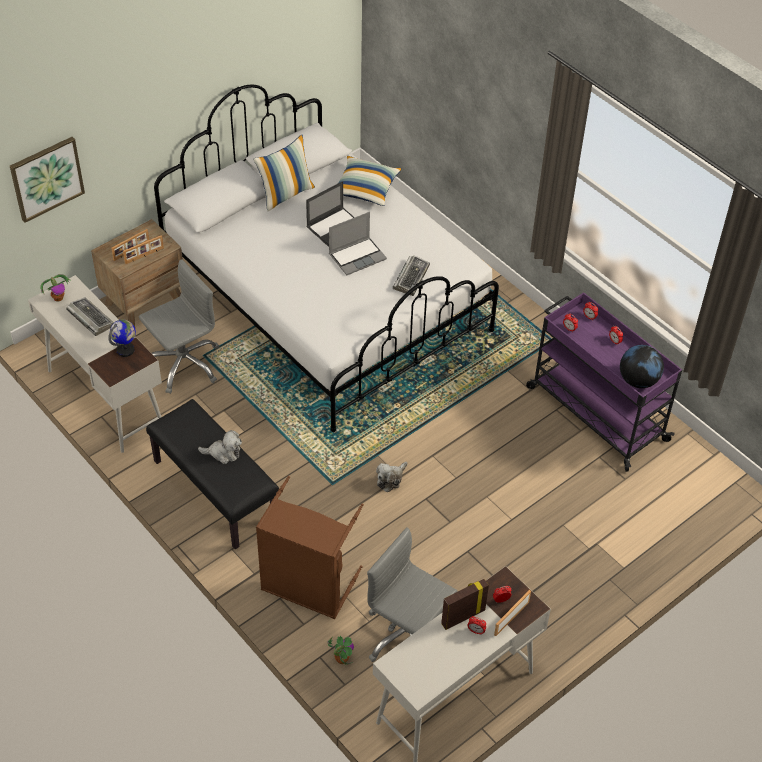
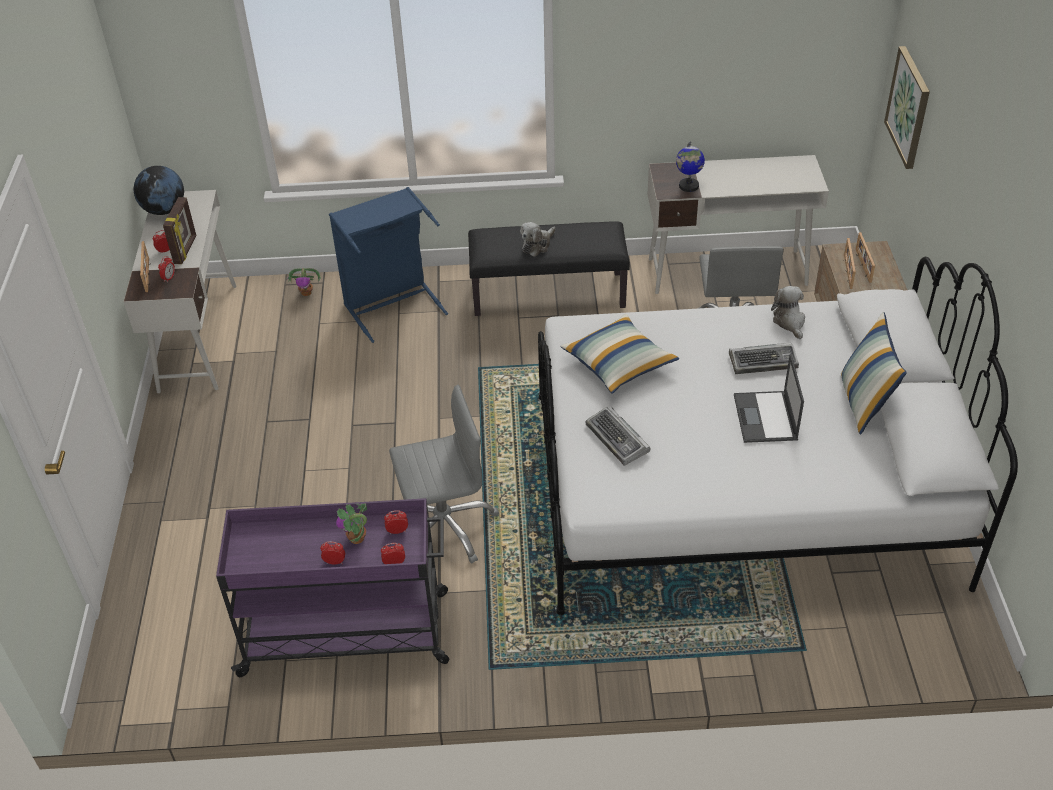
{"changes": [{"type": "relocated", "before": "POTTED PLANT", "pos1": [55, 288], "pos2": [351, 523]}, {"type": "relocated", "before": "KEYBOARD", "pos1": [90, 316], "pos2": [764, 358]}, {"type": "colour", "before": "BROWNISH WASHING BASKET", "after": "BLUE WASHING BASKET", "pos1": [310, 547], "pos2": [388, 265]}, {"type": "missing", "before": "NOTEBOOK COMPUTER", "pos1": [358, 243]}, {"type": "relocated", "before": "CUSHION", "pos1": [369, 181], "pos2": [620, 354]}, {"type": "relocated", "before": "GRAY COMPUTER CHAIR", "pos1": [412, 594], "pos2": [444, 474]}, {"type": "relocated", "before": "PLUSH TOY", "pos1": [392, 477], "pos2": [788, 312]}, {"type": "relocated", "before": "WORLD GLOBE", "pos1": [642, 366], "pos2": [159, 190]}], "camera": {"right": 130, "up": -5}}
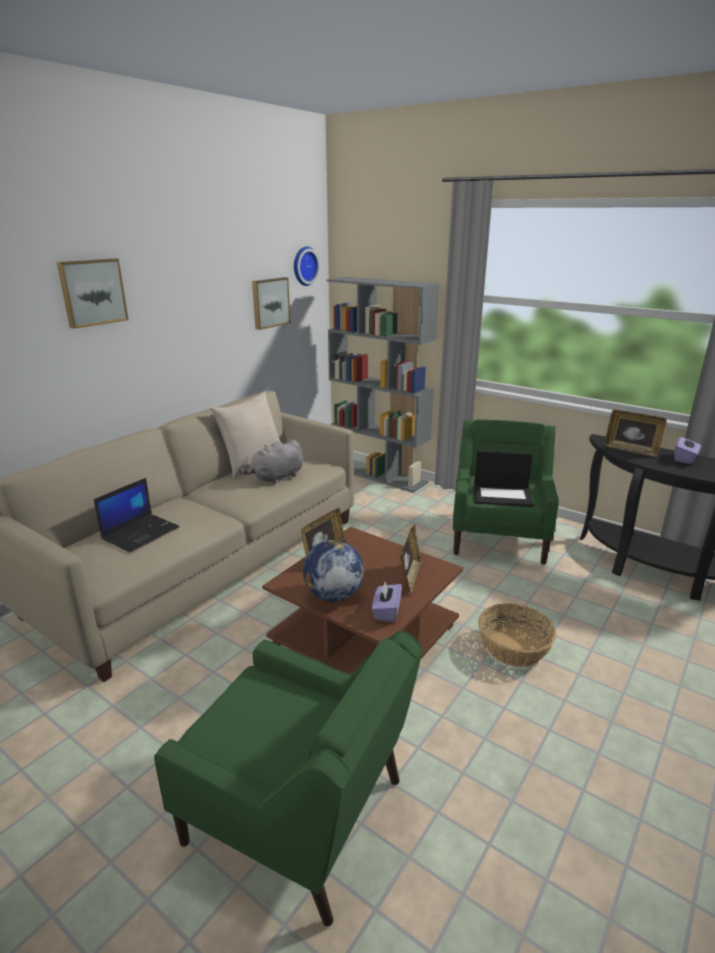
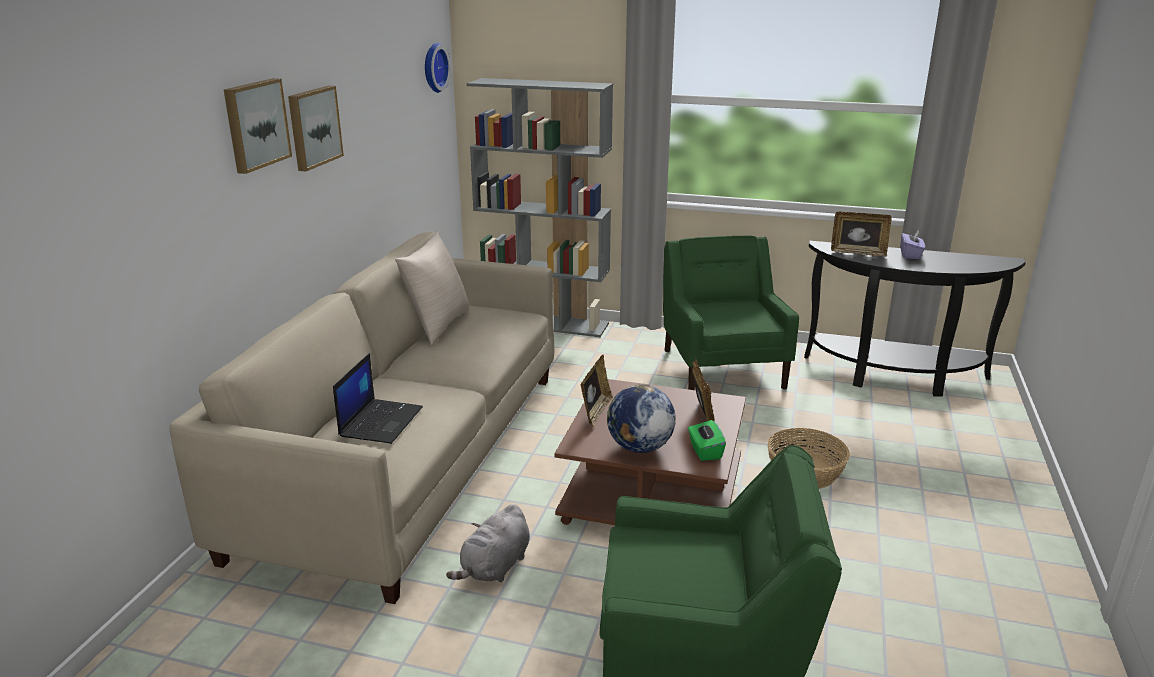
{"changes": [{"type": "relocated", "before": "GRAY PLUSH TOY", "pos1": [271, 462], "pos2": [488, 543]}, {"type": "relocated", "before": "PICTURE", "pos1": [271, 303], "pos2": [316, 128]}, {"type": "colour", "before": "PURPLE-COLOURED BOX OF TISSUES", "after": "GREEN BOX OF TISSUES", "pos1": [387, 601], "pos2": [707, 440]}, {"type": "missing", "before": "NOTEBOOK COMPUTER", "pos1": [504, 479]}], "camera": {"right": -20, "up": 0}}
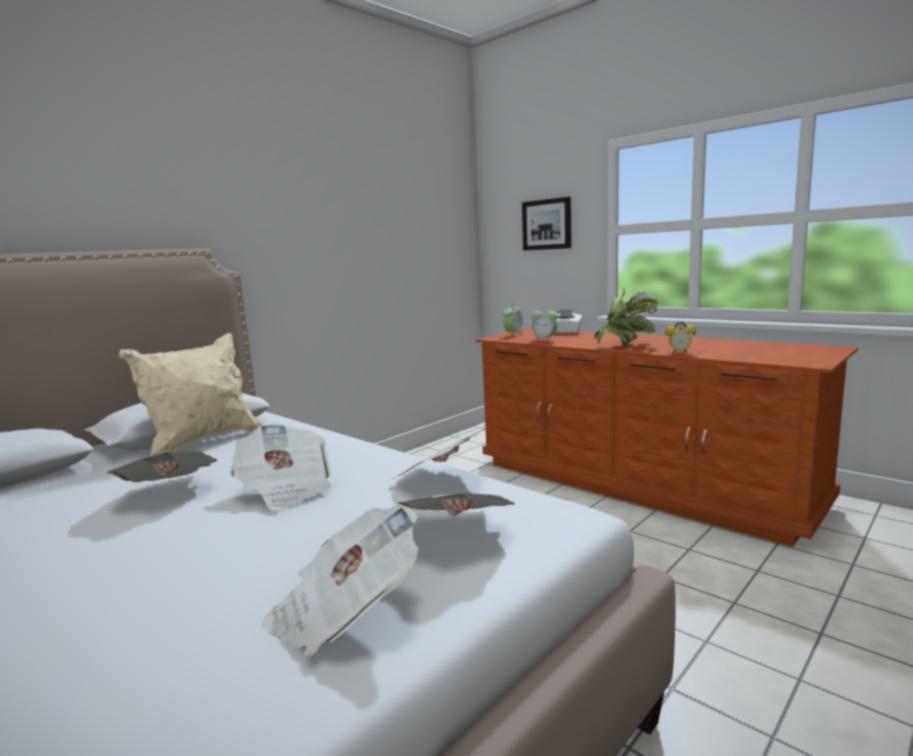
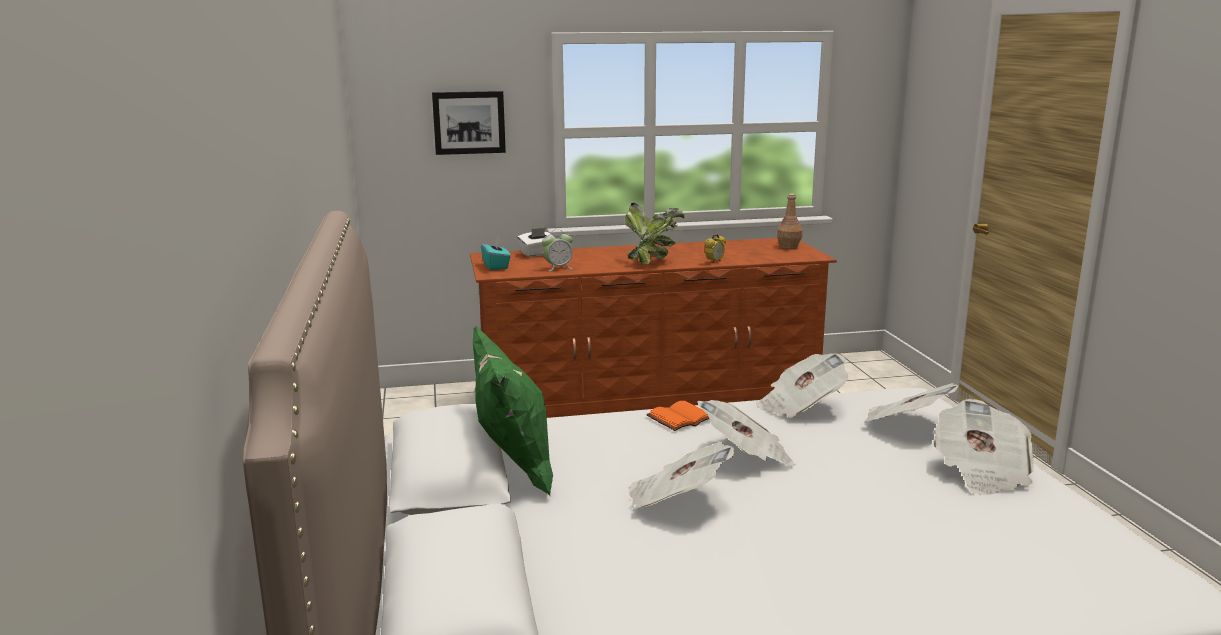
{"changes": [{"type": "colour", "before": "BEIGE-COLOURED CUSHION", "after": "GREEN CUSHION", "pos1": [190, 394], "pos2": [513, 411]}, {"type": "exchanged", "before": "TABLE CLOCK", "after": "TURQUOISE BOX OF TISSUES", "pos1": [513, 320], "pos2": [496, 254]}, {"type": "appeared", "after": "ORANGE VOLUME", "pos2": [677, 416]}, {"type": "appeared", "after": "BROWNISH DRINK BOTTLE", "pos2": [789, 221]}], "camera": {"right": -55, "up": 5}}
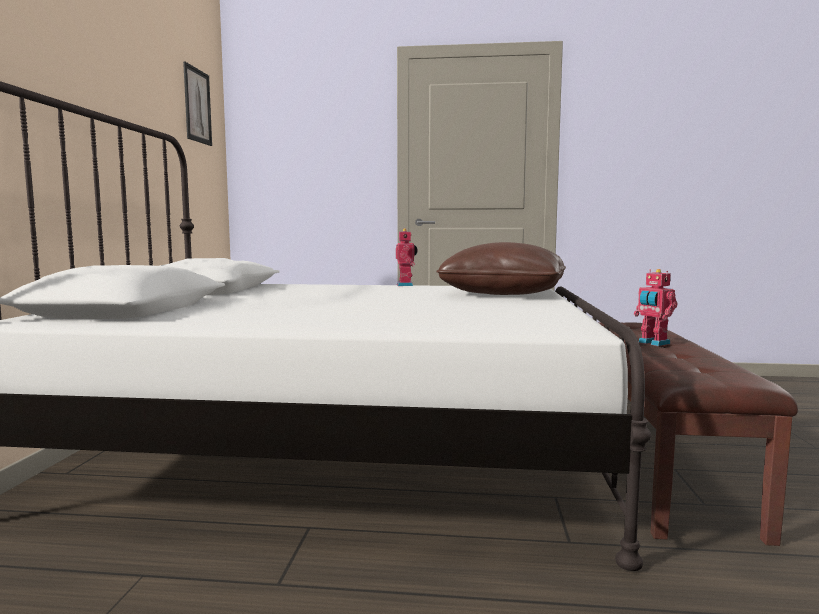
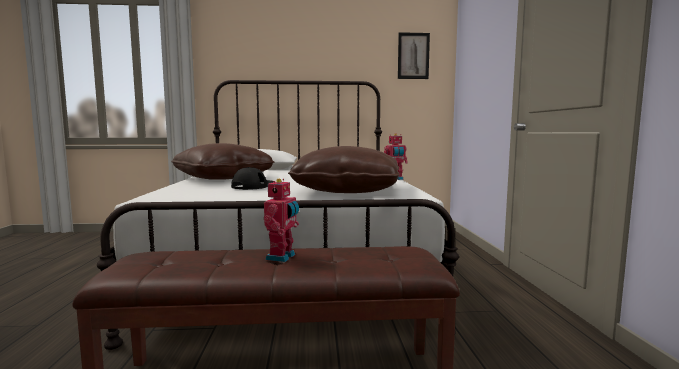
{"changes": [{"type": "spun", "before": "TOY ROBOT", "pos1": [655, 307], "pos2": [281, 220], "turn": 150}, {"type": "appeared", "after": "BROWNISH CUSHION", "pos2": [222, 161]}, {"type": "appeared", "after": "BLACK-COLOURED CAP", "pos2": [252, 178]}], "camera": {"right": 80, "up": 0}}
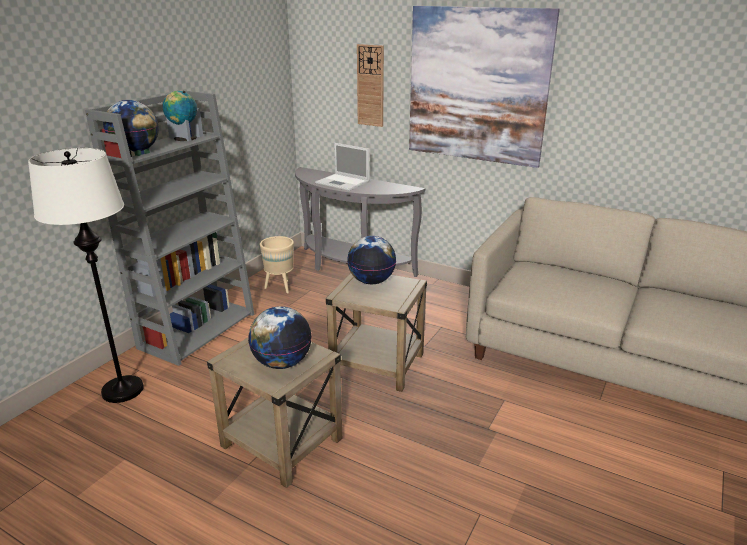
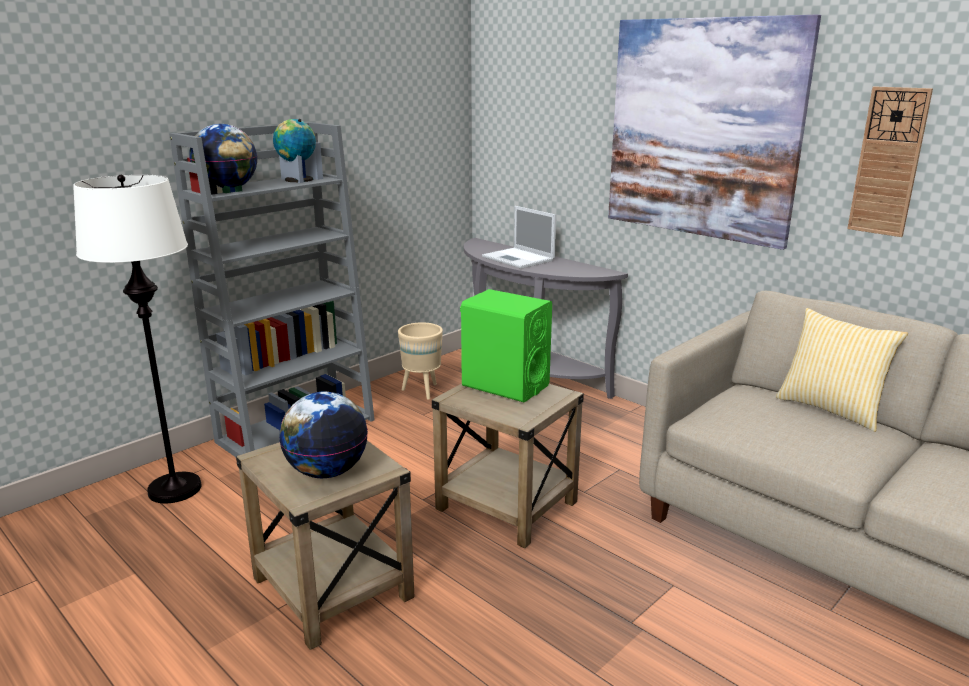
{"changes": [{"type": "exchanged", "before": "WORLD GLOBE", "after": "GREEN LOUDSPEAKER", "pos1": [371, 260], "pos2": [506, 346]}, {"type": "relocated", "before": "HANGING CLOCK", "pos1": [370, 85], "pos2": [890, 161]}, {"type": "appeared", "after": "CUSHION", "pos2": [842, 370]}], "camera": {"right": 15, "up": -5}}
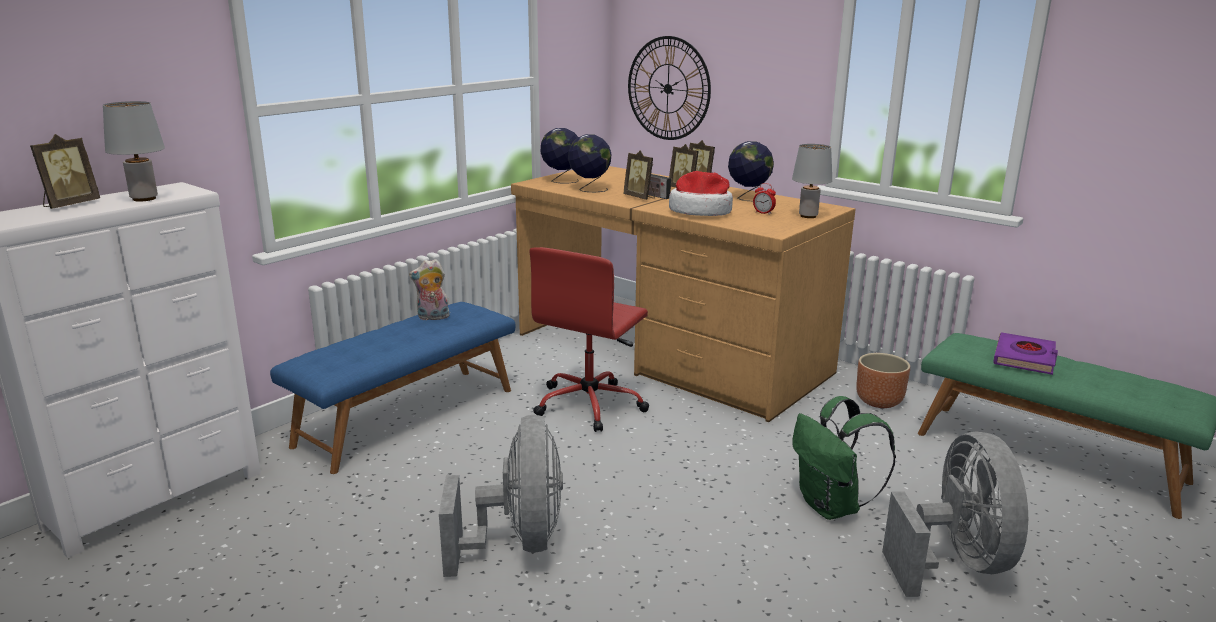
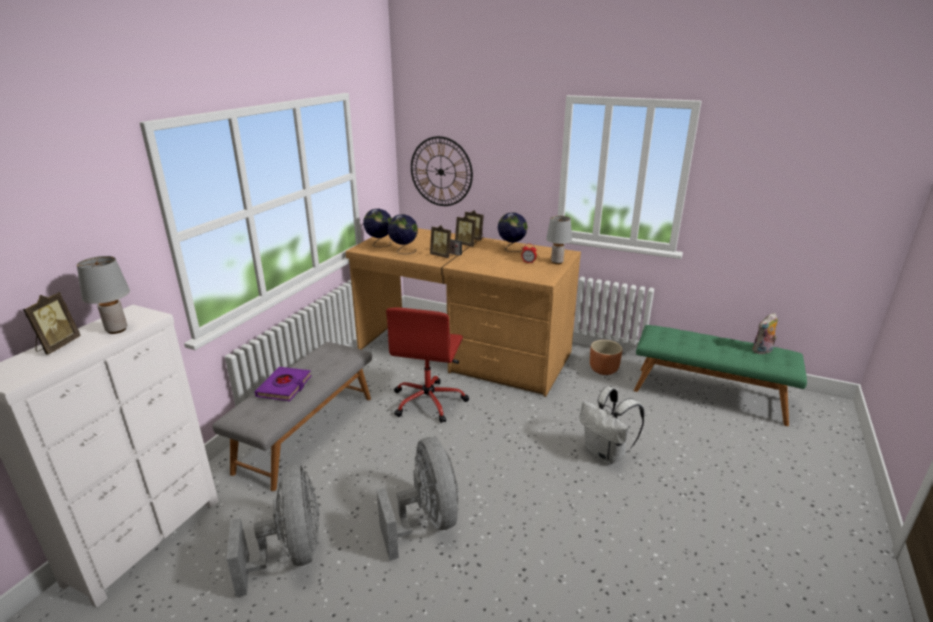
{"changes": [{"type": "colour", "before": "BLUE INDOOR BENCH", "after": "GRAY INDOOR BENCH", "pos1": [392, 388], "pos2": [292, 416]}, {"type": "relocated", "before": "PLUSH TOY", "pos1": [429, 289], "pos2": [765, 333]}, {"type": "missing", "before": "HAT", "pos1": [701, 193]}, {"type": "colour", "before": "GREEN RUCKSACK", "after": "WHITISH RUCKSACK", "pos1": [844, 458], "pos2": [612, 426]}, {"type": "relocated", "before": "GRAY ELECTRIC FAN", "pos1": [955, 514], "pos2": [273, 530]}, {"type": "relocated", "before": "PURPLE-COLOURED VOLUME", "pos1": [1025, 353], "pos2": [283, 384]}], "camera": {"right": -15, "up": 5}}
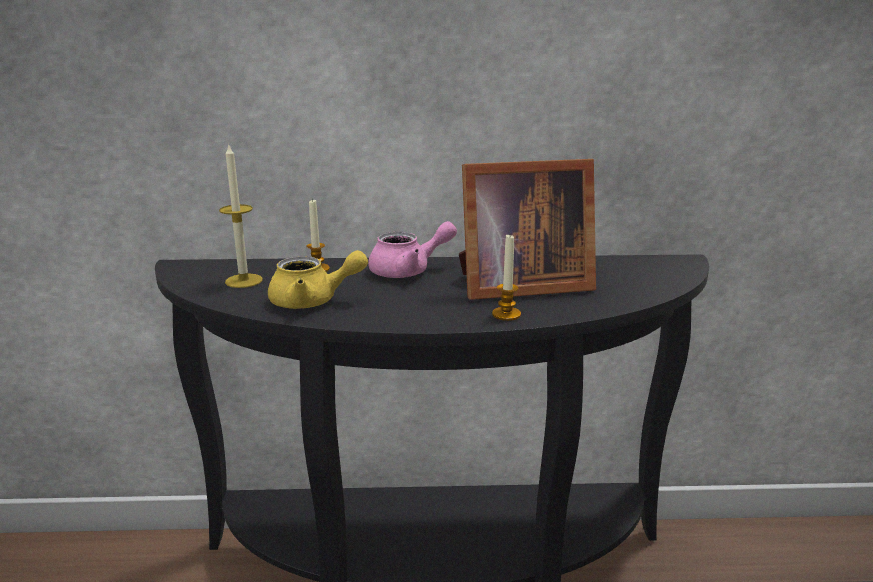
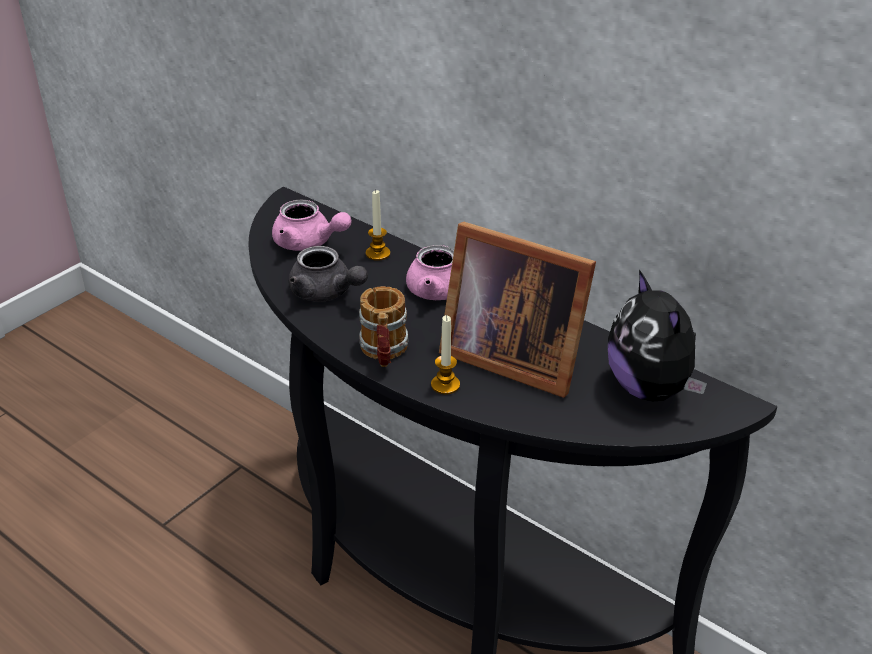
{"changes": [{"type": "exchanged", "before": "CANDLE", "after": "PINKISH TEAPOT", "pos1": [241, 215], "pos2": [312, 225]}, {"type": "colour", "before": "YELLOWISH TEAPOT", "after": "GRAY TEAPOT", "pos1": [318, 279], "pos2": [328, 274]}, {"type": "appeared", "after": "TEA MUG", "pos2": [384, 326]}, {"type": "appeared", "after": "PLUSH TOY", "pos2": [657, 335]}], "camera": {"right": 40, "up": 15}}
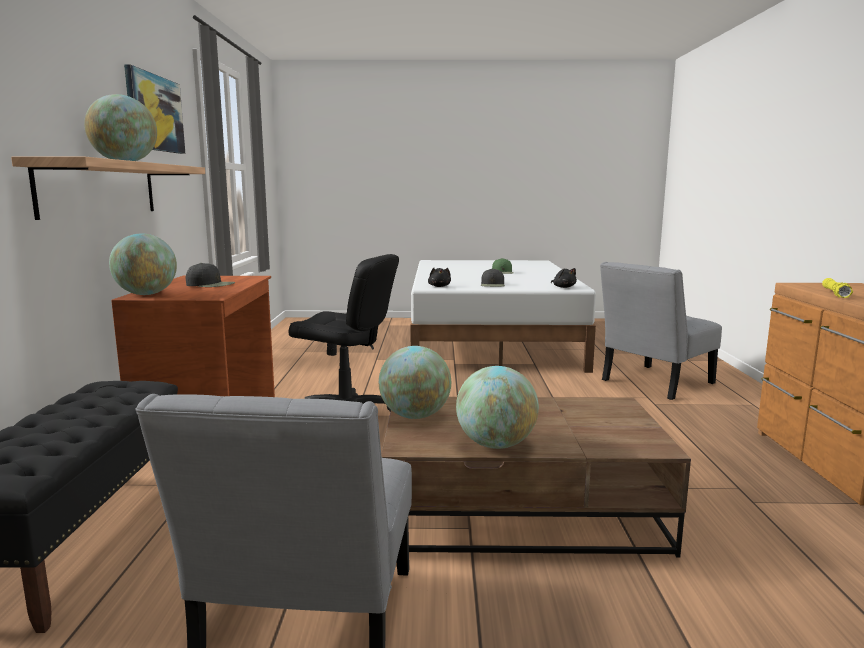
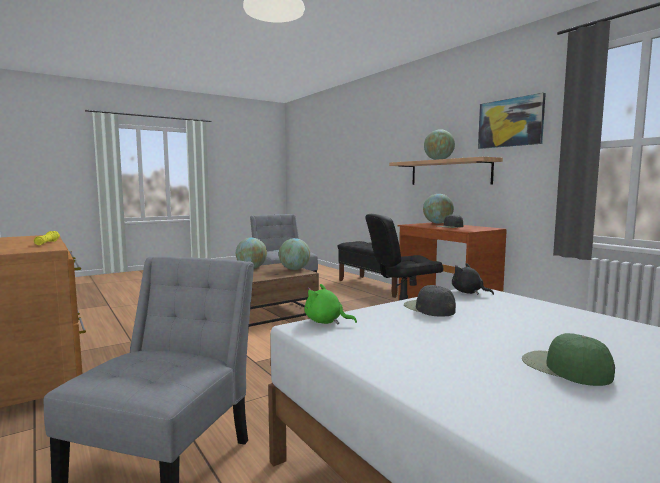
{"changes": [{"type": "colour", "before": "BLACK-COLOURED PLUSH TOY", "after": "GREEN PLUSH TOY", "pos1": [564, 278], "pos2": [330, 304]}], "camera": {"right": 145, "up": -5}}
